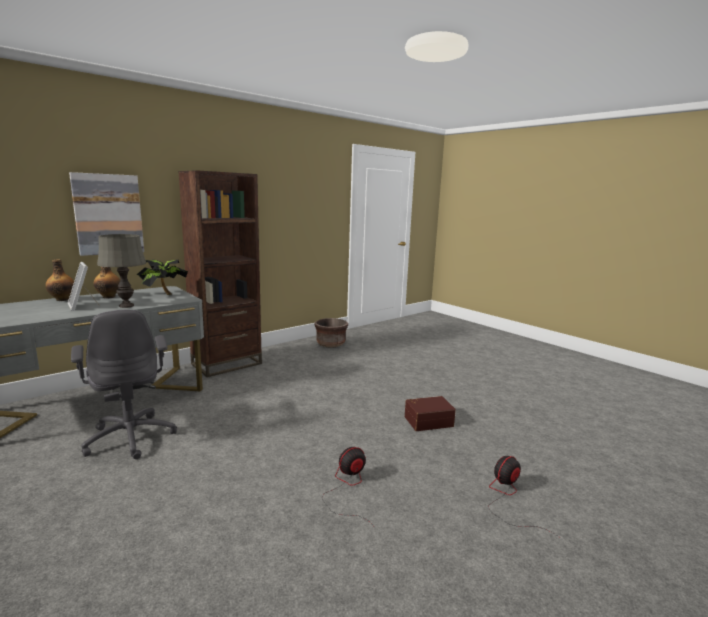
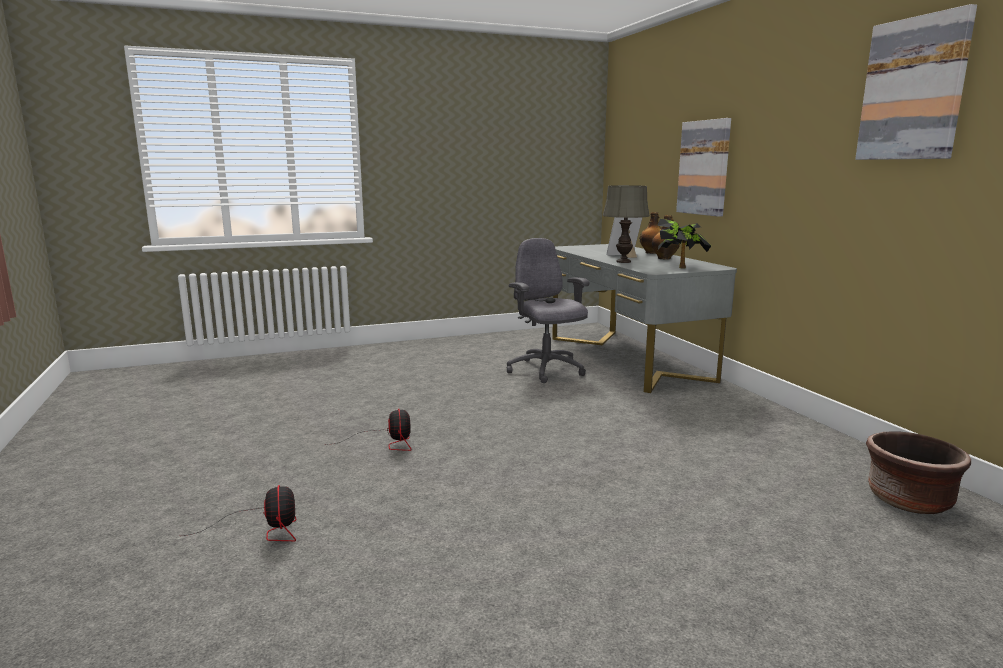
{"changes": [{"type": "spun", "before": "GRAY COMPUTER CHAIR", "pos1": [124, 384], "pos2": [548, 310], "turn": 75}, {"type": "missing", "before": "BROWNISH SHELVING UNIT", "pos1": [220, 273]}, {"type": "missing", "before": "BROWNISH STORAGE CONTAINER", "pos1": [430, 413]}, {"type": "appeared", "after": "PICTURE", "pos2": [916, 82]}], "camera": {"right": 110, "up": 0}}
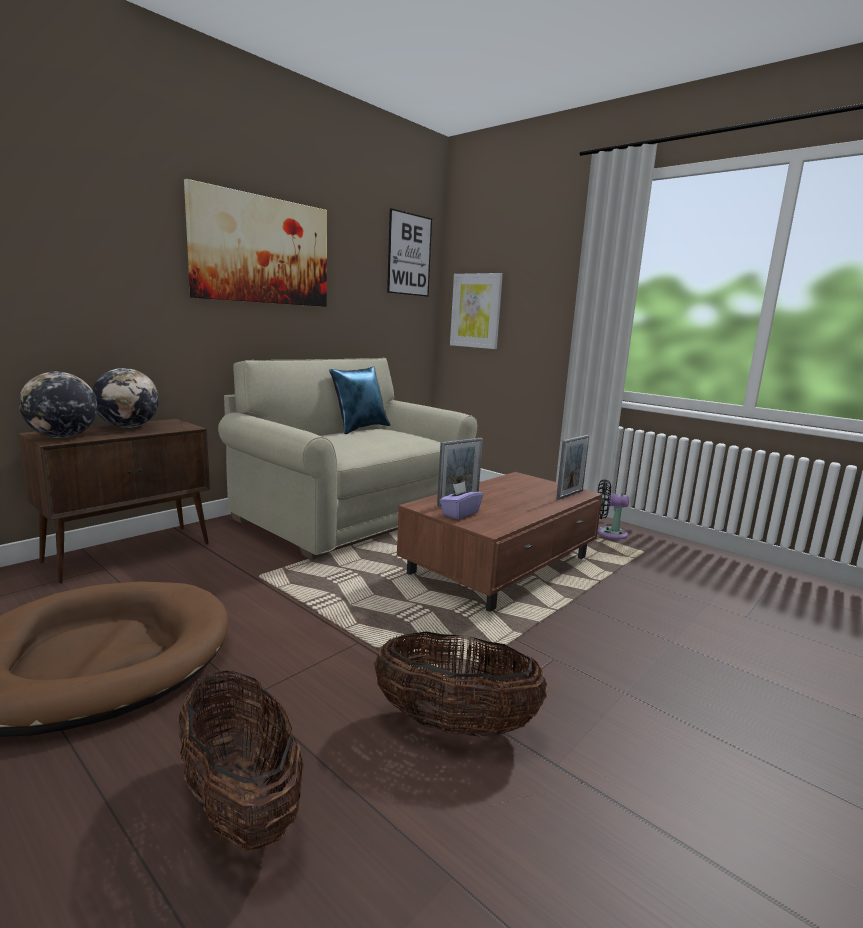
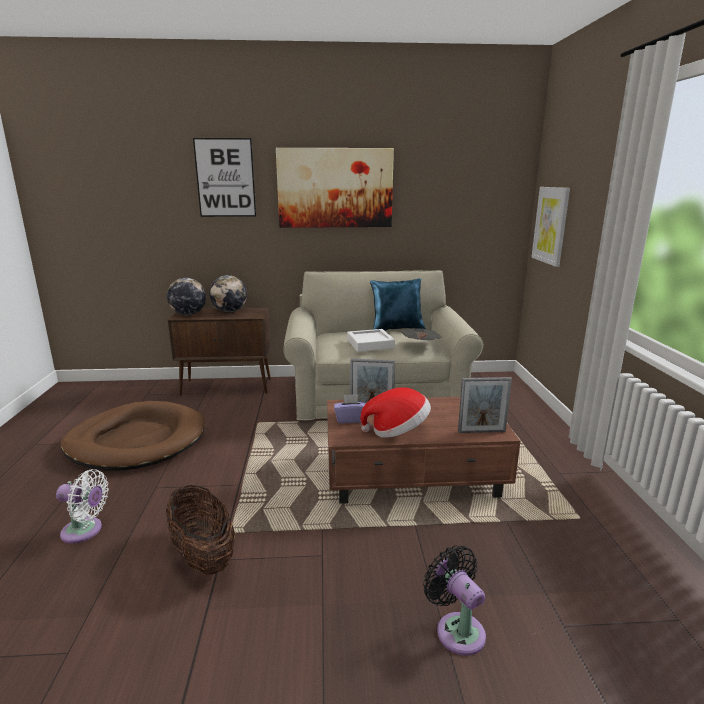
{"changes": [{"type": "exchanged", "before": "STORAGE BASKET", "after": "WHITISH ELECTRIC FAN", "pos1": [241, 760], "pos2": [82, 506]}, {"type": "relocated", "before": "PICTURE", "pos1": [409, 252], "pos2": [224, 177]}, {"type": "relocated", "before": "BLACK-COLOURED ELECTRIC FAN", "pos1": [613, 509], "pos2": [454, 600]}, {"type": "appeared", "after": "WHITISH SERVING TRAY", "pos2": [371, 340]}, {"type": "appeared", "after": "HAT", "pos2": [395, 412]}, {"type": "appeared", "after": "NEWSPAPER", "pos2": [420, 334]}], "camera": {"right": 45, "up": 5}}
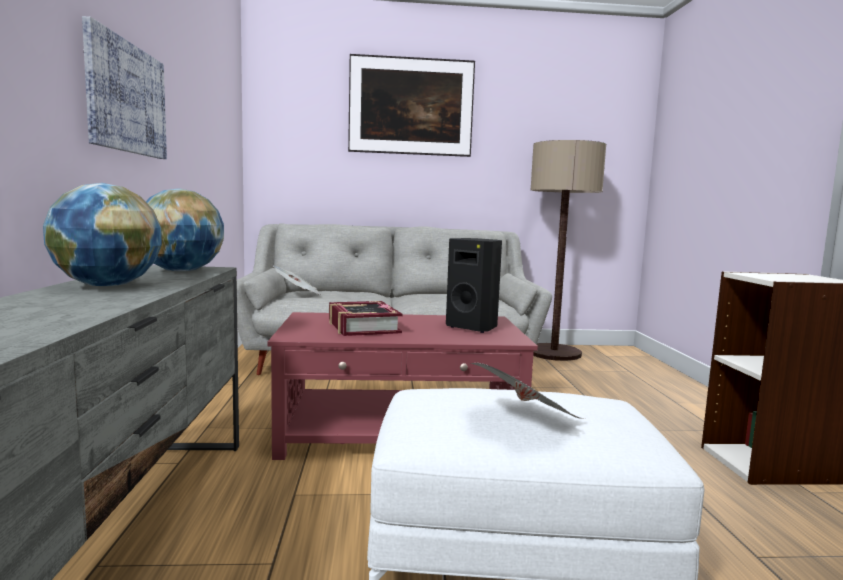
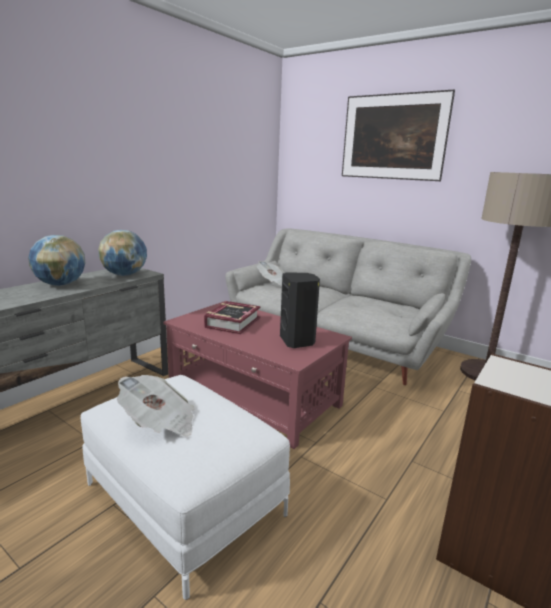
{"changes": [{"type": "missing", "before": "PICTURE", "pos1": [124, 87]}], "camera": {"right": 40, "up": 10}}
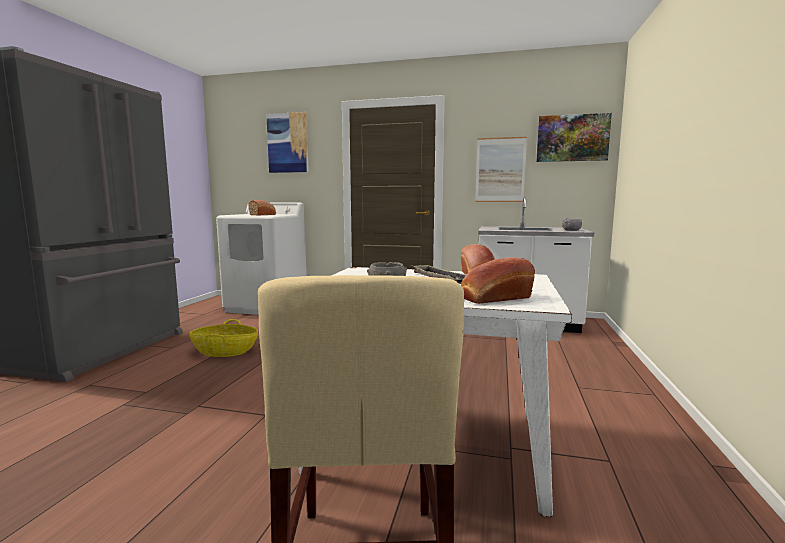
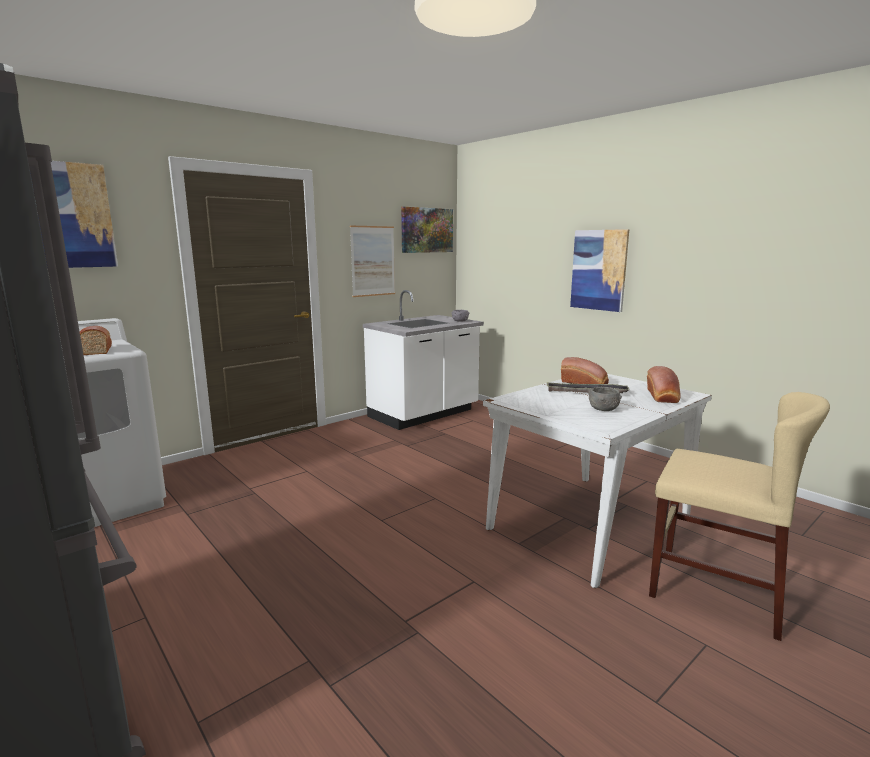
{"changes": [{"type": "missing", "before": "STORAGE BASKET", "pos1": [224, 338]}, {"type": "appeared", "after": "PICTURE", "pos2": [599, 270]}], "camera": {"right": -55, "up": 5}}
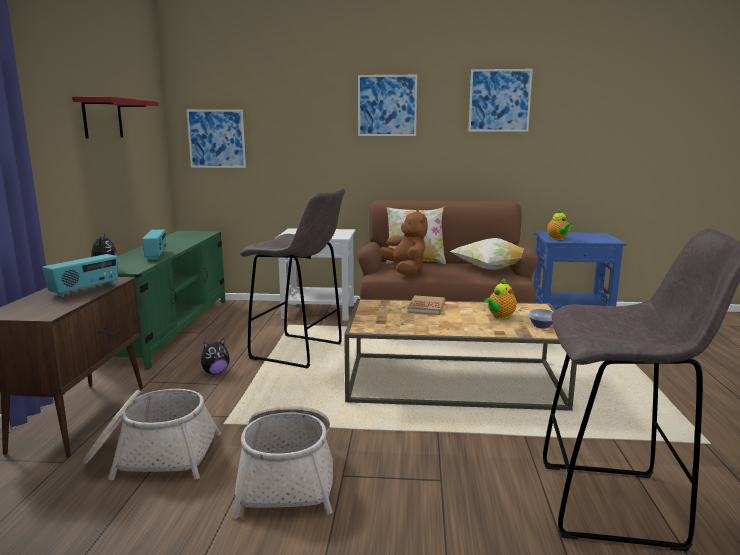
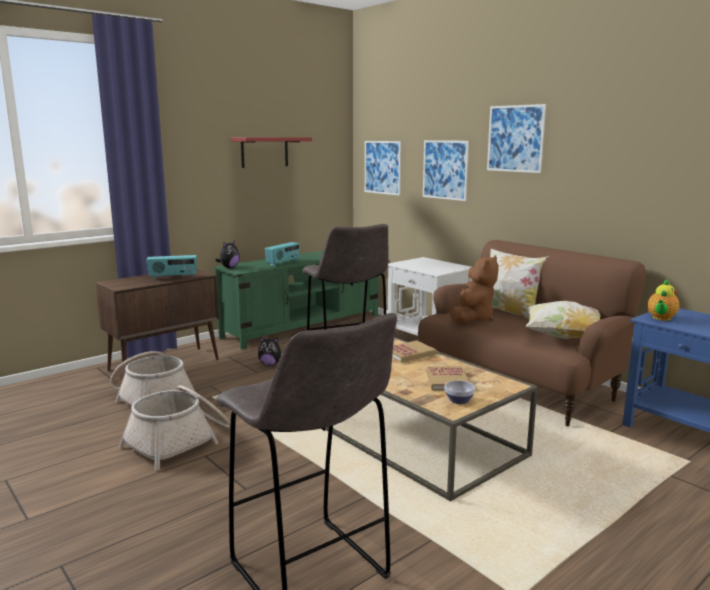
{"changes": [{"type": "relocated", "before": "PICTURE", "pos1": [500, 100], "pos2": [446, 170]}, {"type": "exchanged", "before": "TEAPOT", "after": "VOLUME", "pos1": [500, 298], "pos2": [447, 378]}], "camera": {"right": 45, "up": 0}}
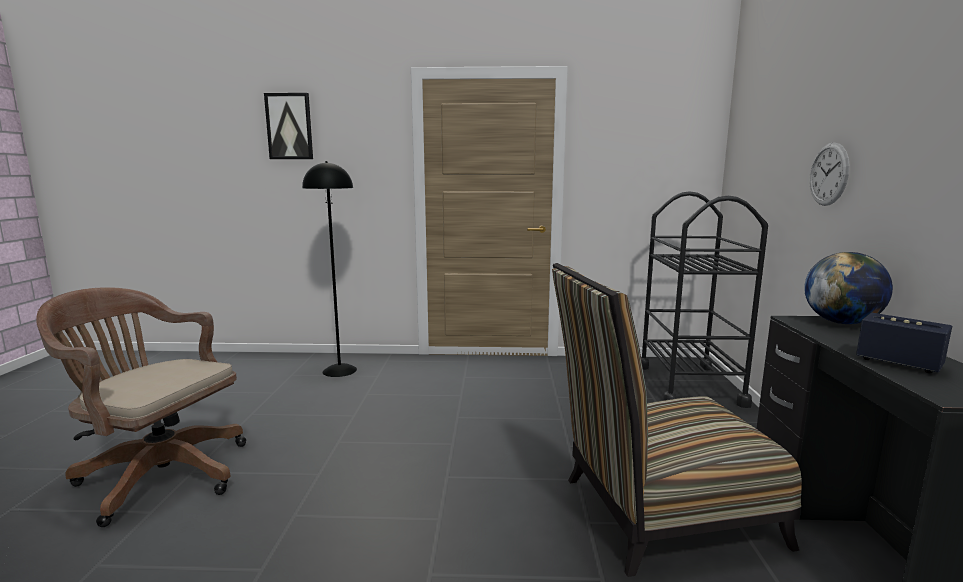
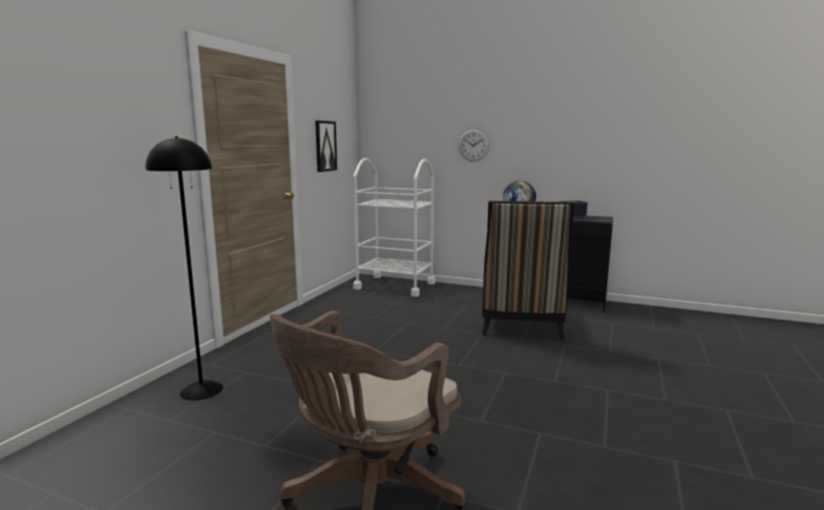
{"changes": [{"type": "relocated", "before": "PICTURE", "pos1": [288, 126], "pos2": [326, 146]}, {"type": "colour", "before": "BLACK-COLOURED CART", "after": "WHITISH CART", "pos1": [704, 299], "pos2": [394, 227]}], "camera": {"right": -70, "up": 0}}
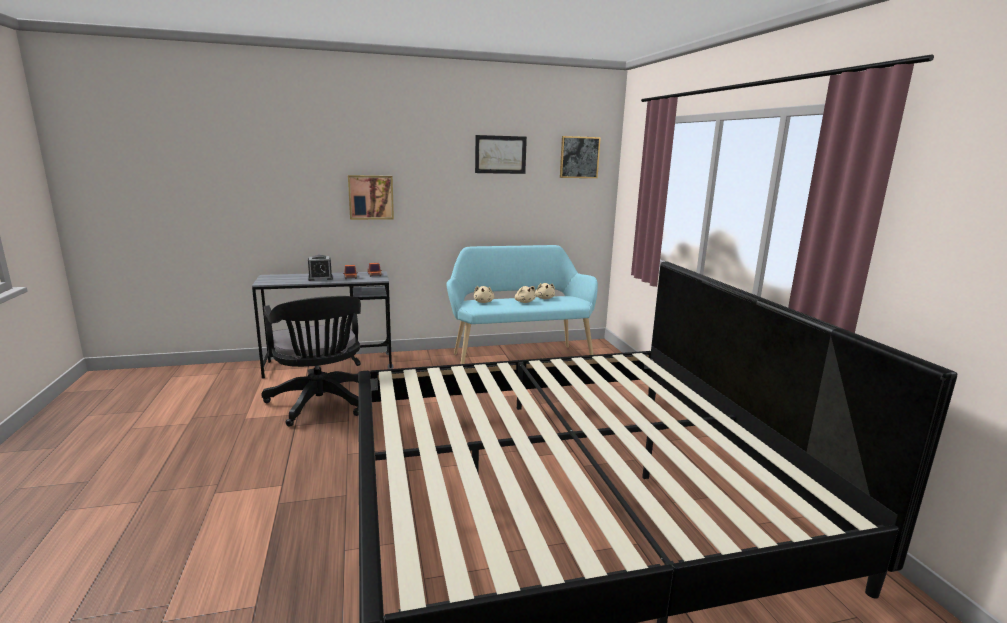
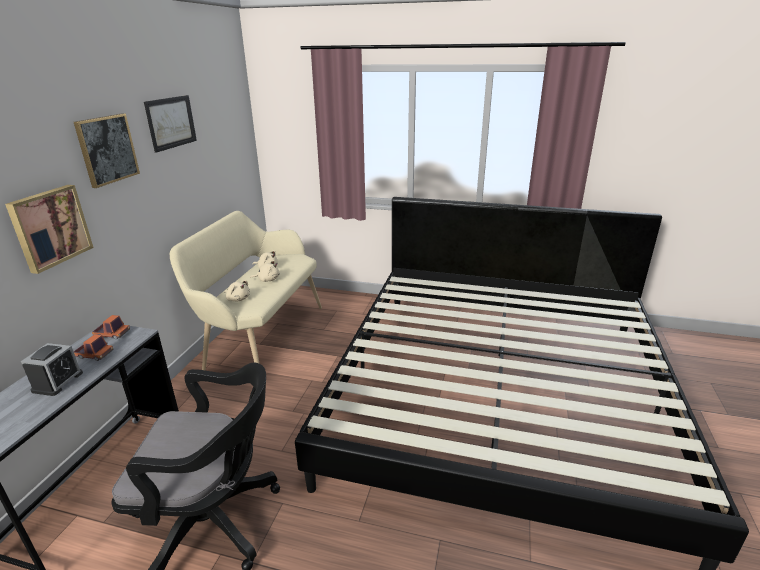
{"changes": [{"type": "colour", "before": "TURQUOISE INDOOR BENCH", "after": "BEIGE-COLOURED INDOOR BENCH", "pos1": [522, 304], "pos2": [246, 291]}, {"type": "relocated", "before": "PICTURE", "pos1": [580, 157], "pos2": [107, 150]}], "camera": {"right": -60, "up": 10}}
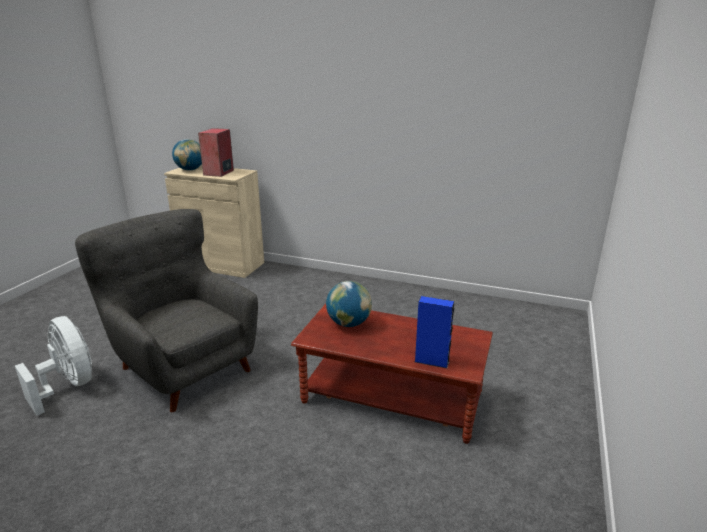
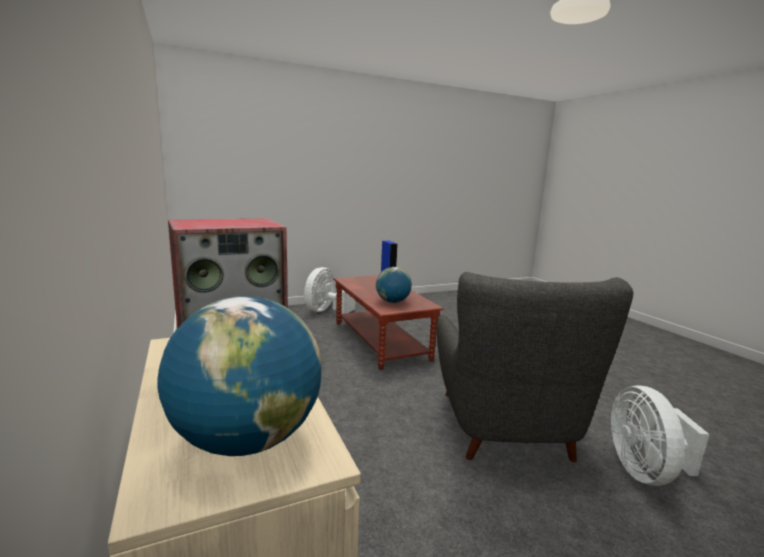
{"changes": [{"type": "appeared", "after": "WHITISH ELECTRIC FAN", "pos2": [330, 290]}], "camera": {"right": -135, "up": -10}}
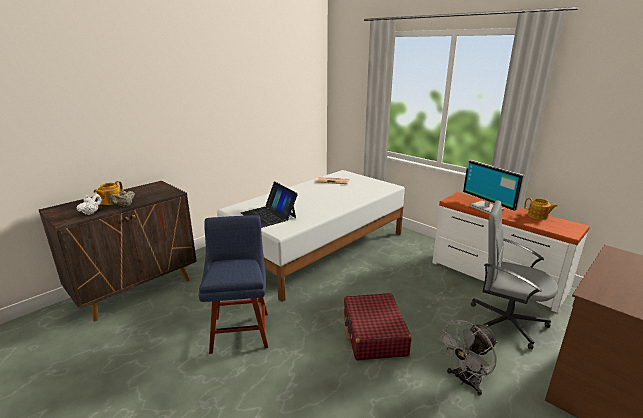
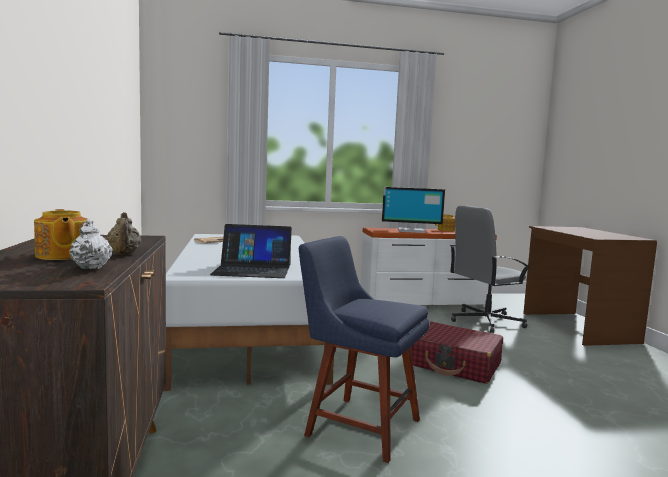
{"changes": [{"type": "missing", "before": "GRAY ELECTRIC FAN", "pos1": [467, 357]}], "camera": {"right": -55, "up": -15}}
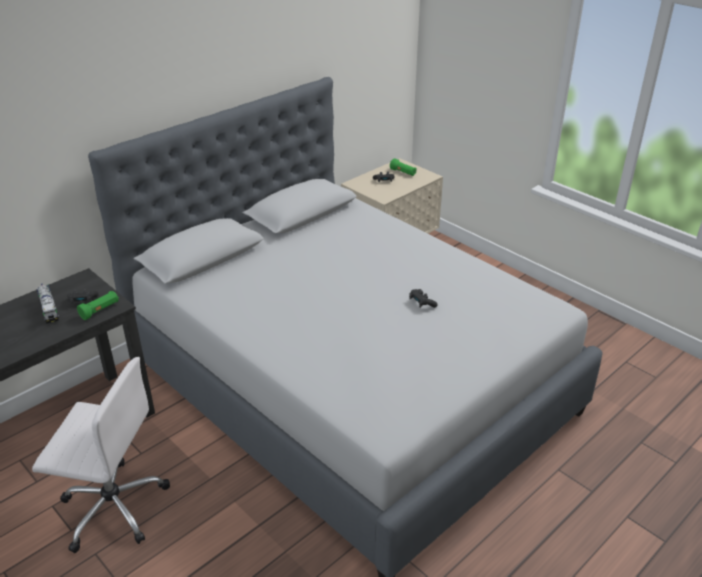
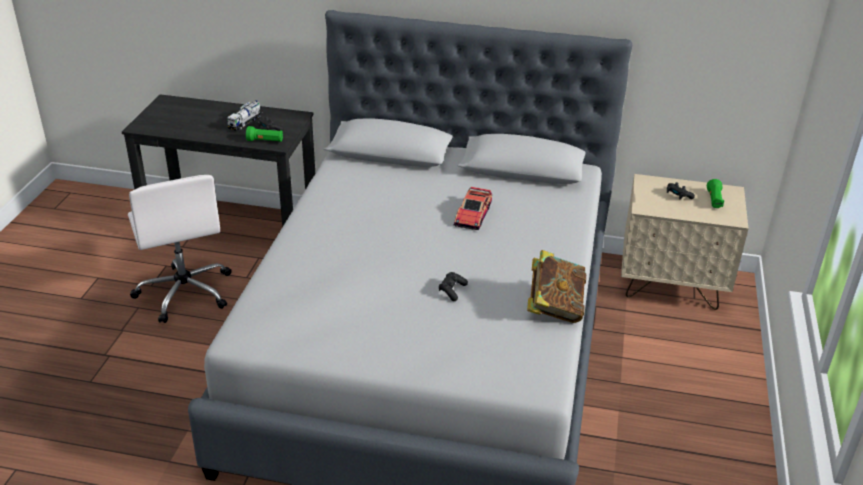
{"changes": [{"type": "appeared", "after": "MINIATURE CAR", "pos2": [473, 208]}, {"type": "appeared", "after": "VOLUME", "pos2": [556, 286]}], "camera": {"right": 55, "up": 0}}
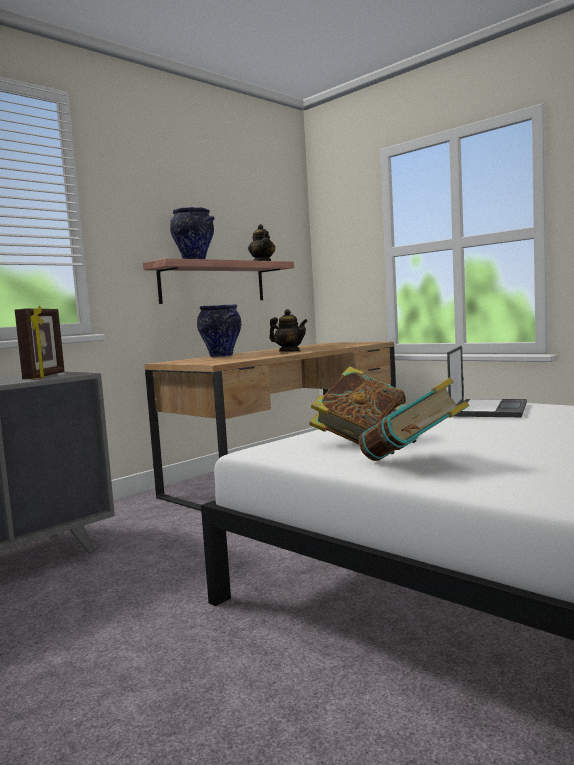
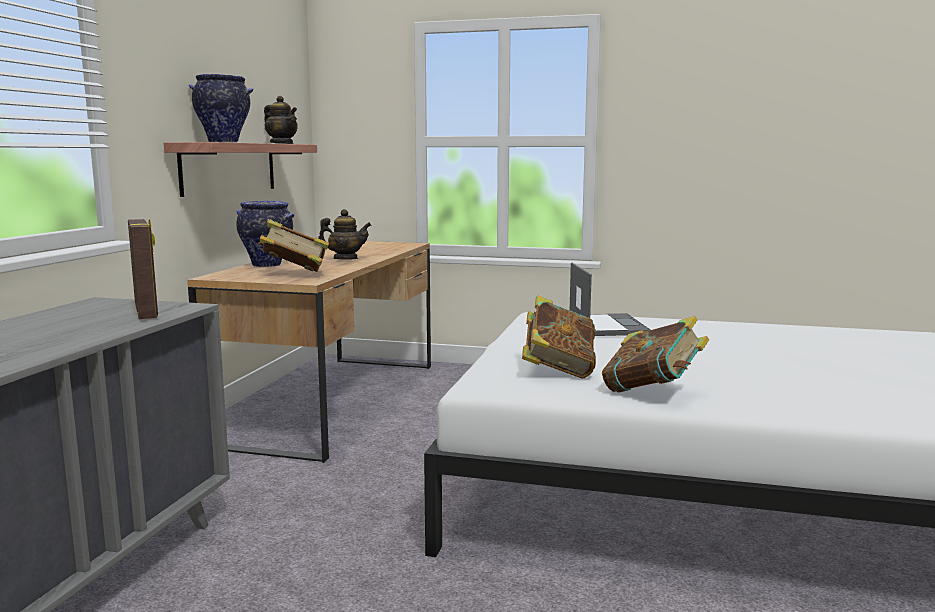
{"changes": [{"type": "appeared", "after": "VOLUME", "pos2": [293, 245]}], "camera": {"right": -30, "up": 5}}
